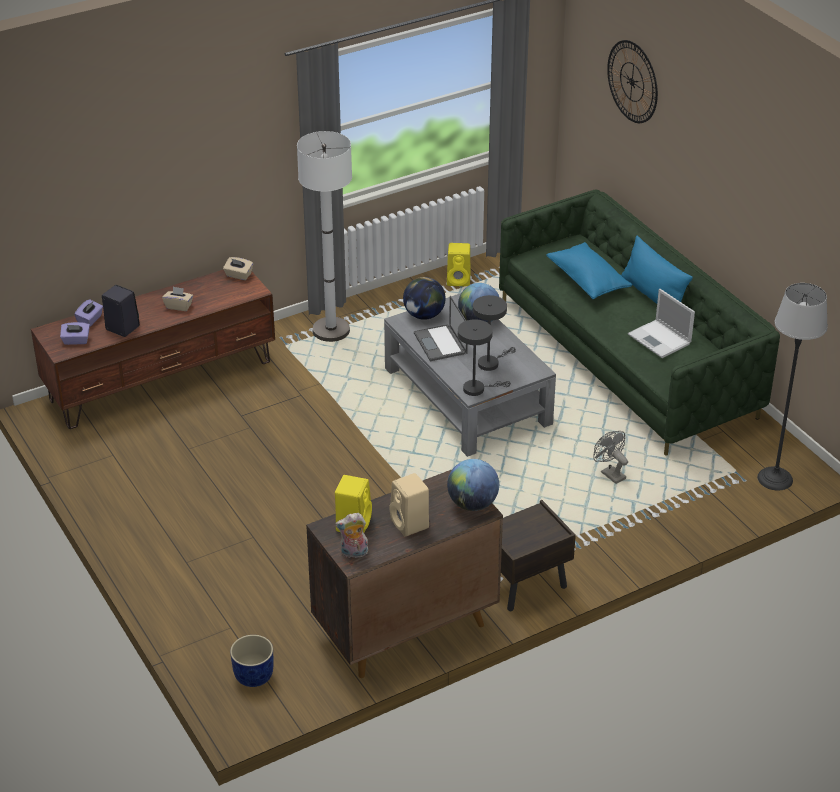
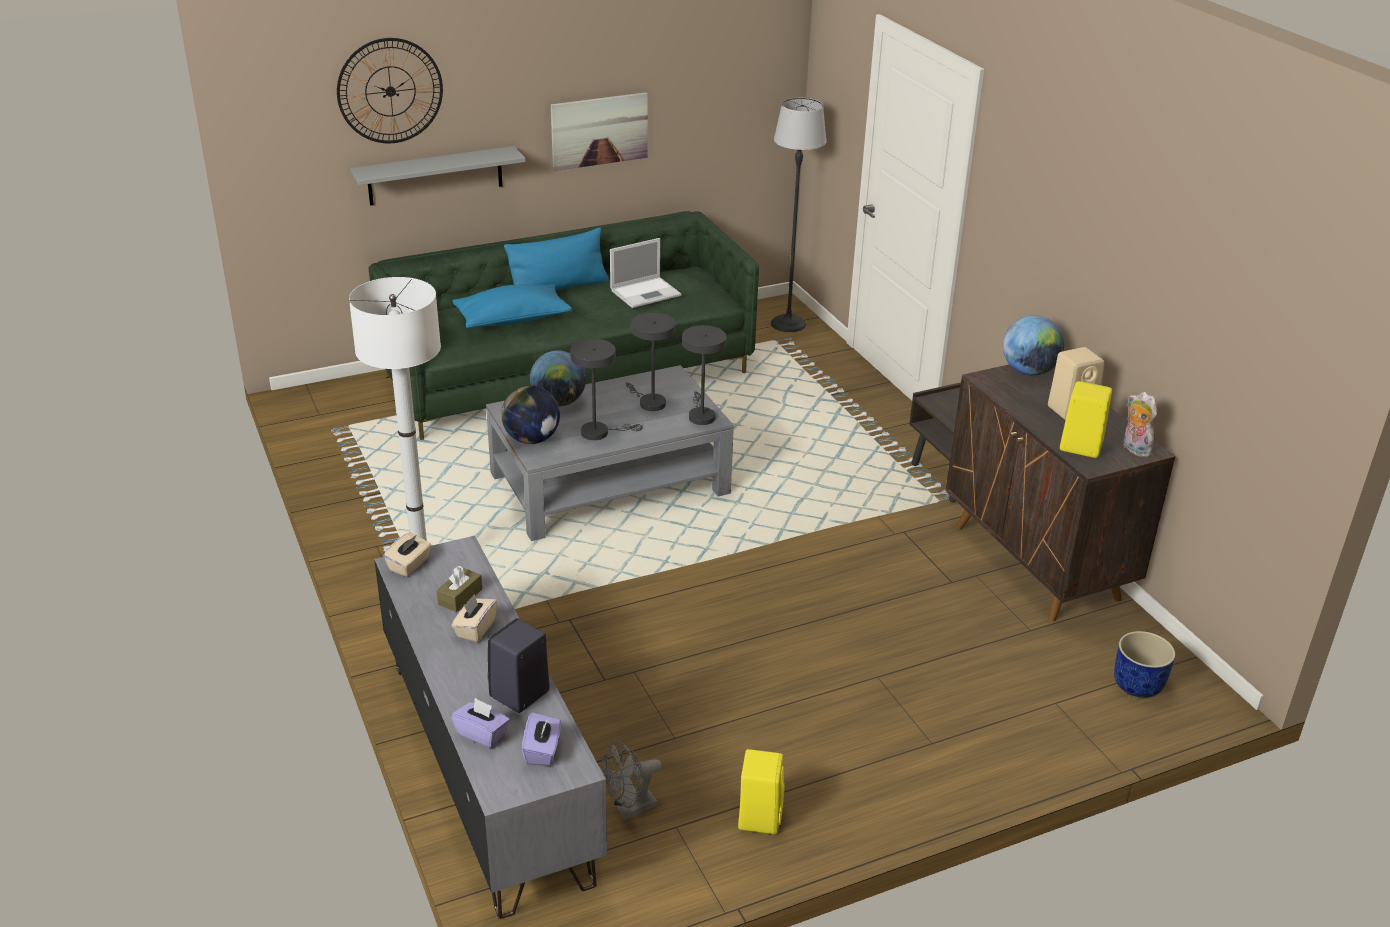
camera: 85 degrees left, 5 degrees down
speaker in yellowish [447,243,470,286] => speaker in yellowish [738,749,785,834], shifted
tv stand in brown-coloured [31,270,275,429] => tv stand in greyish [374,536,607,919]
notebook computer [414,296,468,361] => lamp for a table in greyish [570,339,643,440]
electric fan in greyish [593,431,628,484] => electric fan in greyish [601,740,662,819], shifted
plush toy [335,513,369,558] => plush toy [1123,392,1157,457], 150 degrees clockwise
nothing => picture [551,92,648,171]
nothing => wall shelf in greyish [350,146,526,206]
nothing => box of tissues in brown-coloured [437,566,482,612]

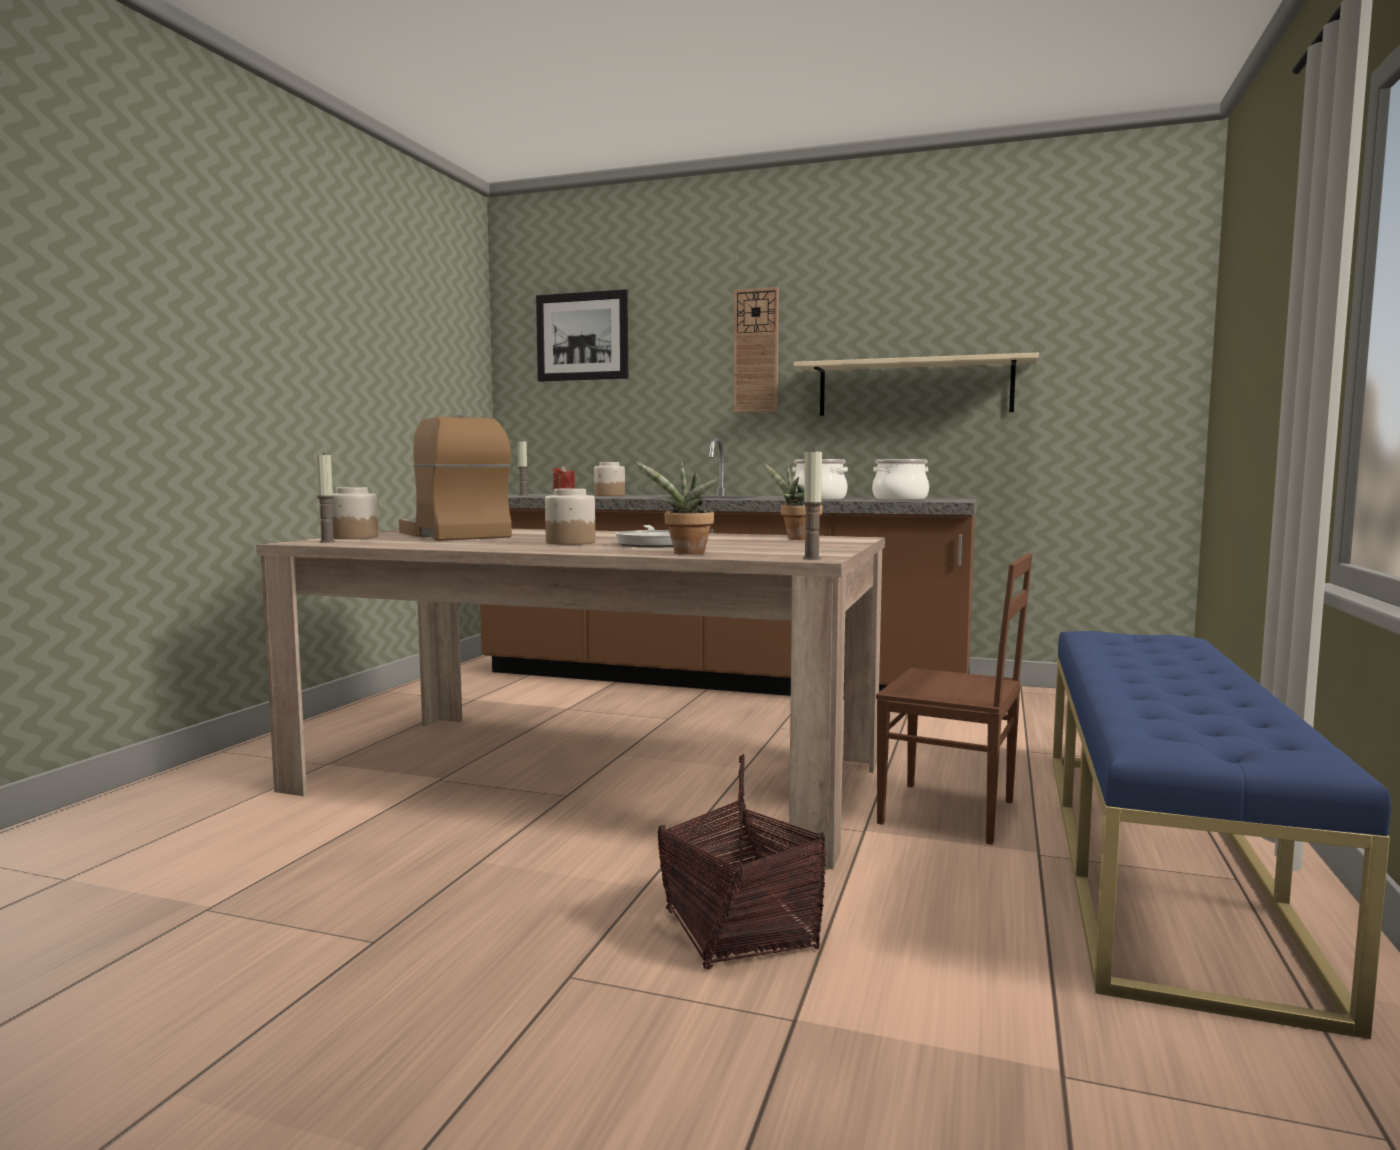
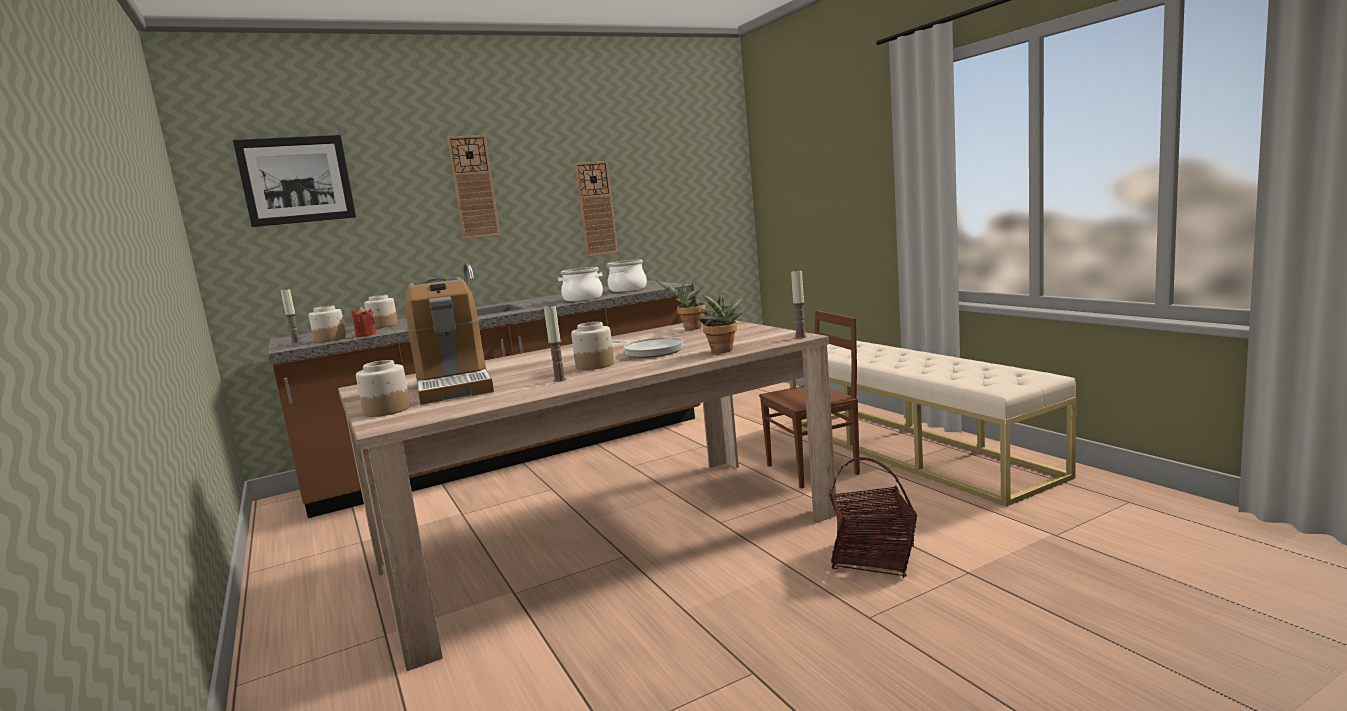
camera: 45 degrees left, 5 degrees up
wall shelf in beige [794,353,1039,416] => hanging clock [575,161,618,257]
coffee machine [399,415,512,541] => coffee machine [405,277,494,405], 120 degrees counterclockwise
wax light [316,452,336,543] => wax light [544,305,566,382], shifted
bench in blue [1052,631,1392,1039] => bench in beige [790,341,1076,507]
nothing => storage jar [309,306,346,343]

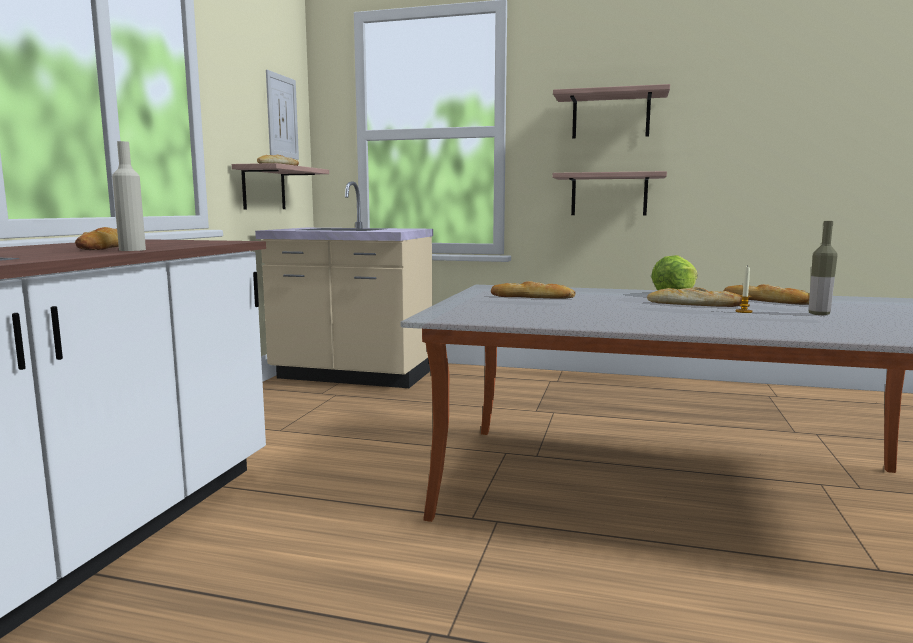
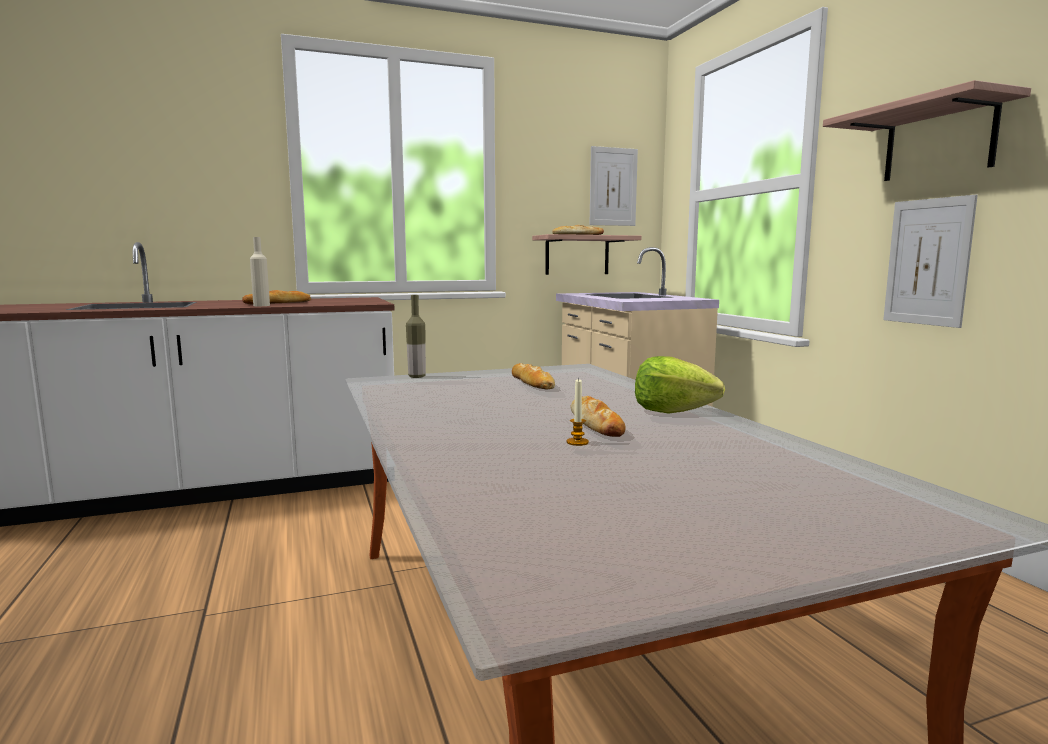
camera: 55 degrees right, 0 degrees up
wall shelf [552,171,667,215] => picture [883,195,978,328]
drink bottle [808,221,838,315] => drink bottle [406,295,426,378], shifted
bread [724,284,810,305] => nothing

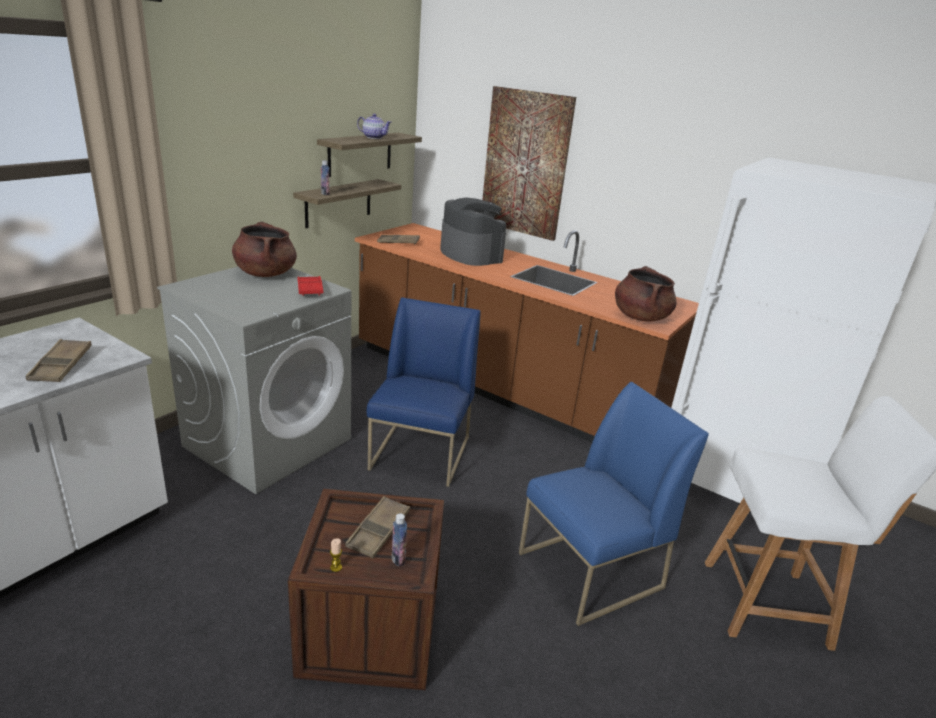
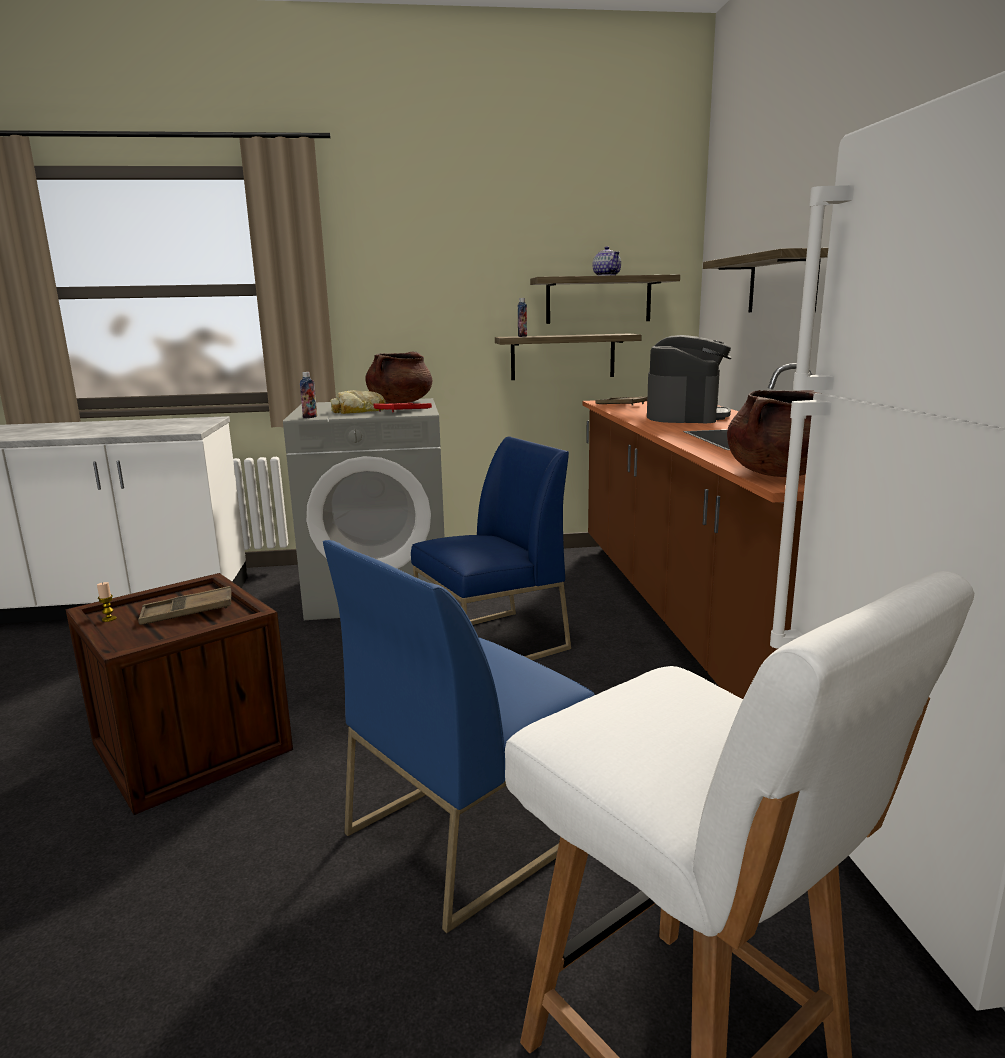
camera: 50 degrees right, 10 degrees down
picture [482,86,576,241] => wall shelf [703,248,828,312]
tray in brown-coloured [26,339,92,382] => nothing
plain chair in blue [519,382,709,626] => plain chair in blue [323,540,595,933], 120 degrees clockwise
drink bottle [392,513,407,567] => drink bottle [300,372,317,418], shifted
nothing => bread [330,390,386,414]

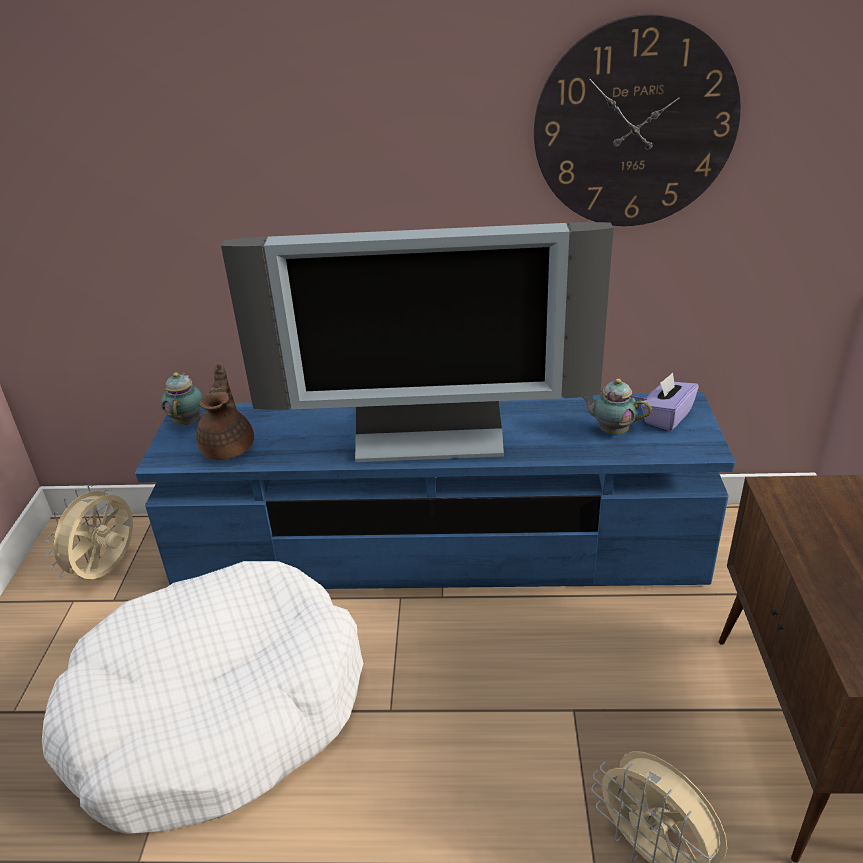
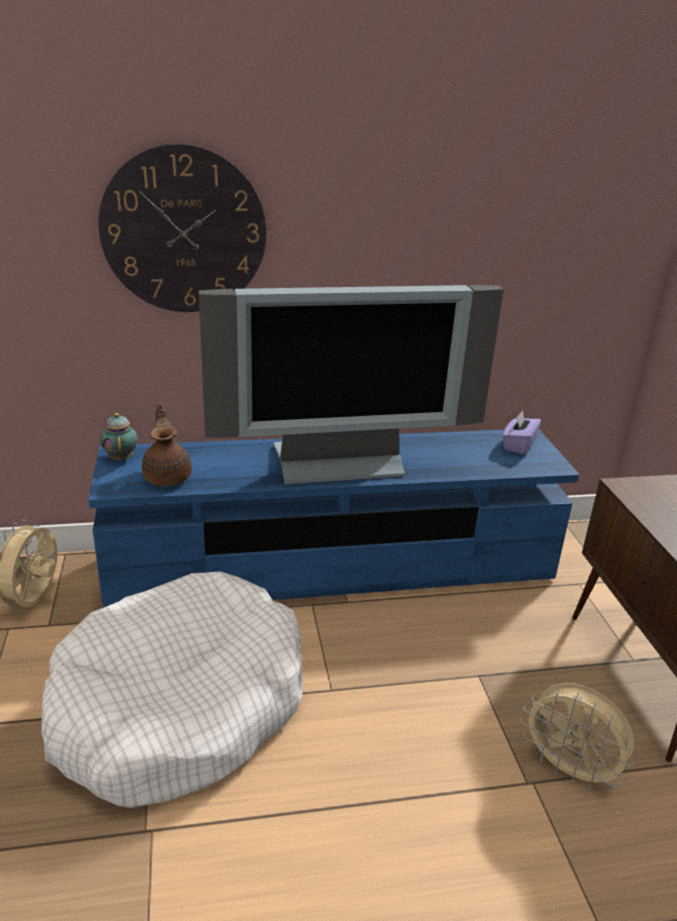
camera: 15 degrees left, 5 degrees down
hanging clock [534,14,741,226] => hanging clock [98,144,266,312], shifted
tea pot [583,379,652,434] => nothing

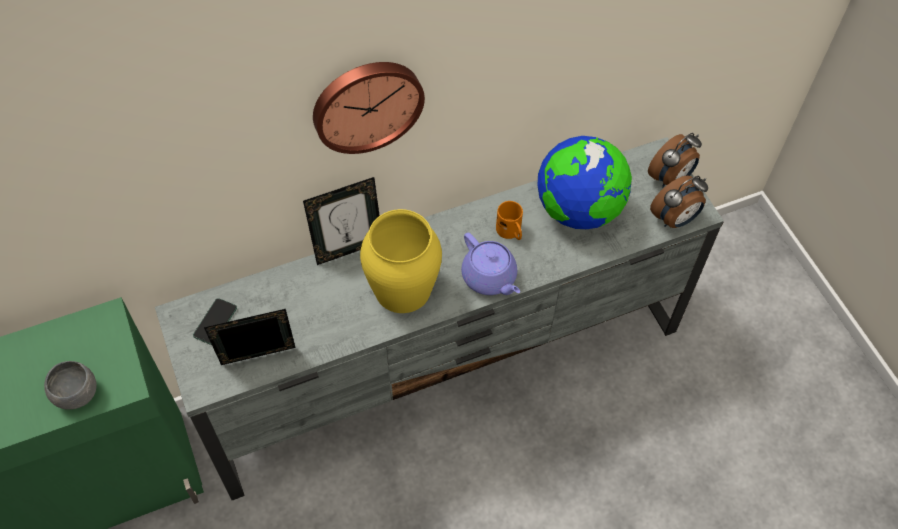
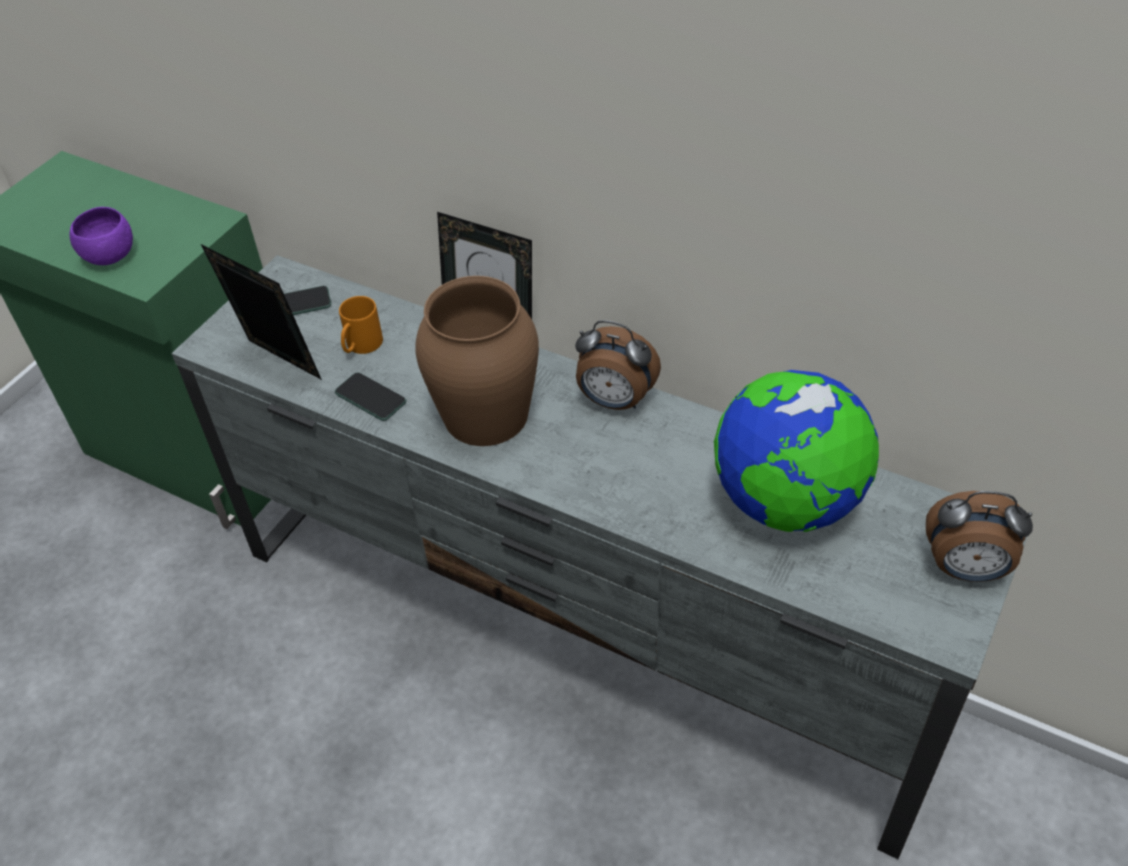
camera: 55 degrees right, 10 degrees down
hanging clock [313,62,425,154] => nothing
table clock [650,176,708,228] => table clock [575,320,661,410], shifted
mug in orange-coloured [496,201,523,240] => mug in orange-coloured [339,296,383,354], shifted
decorative vase in yellowish [360,209,442,313] => decorative vase in brown-coloured [415,276,539,446]
tea pot in purplish [461,233,520,295] => nothing
deep dish in greyish [44,361,97,410] => deep dish in purplish [70,207,133,265]
nothing => phone [335,372,406,421]

